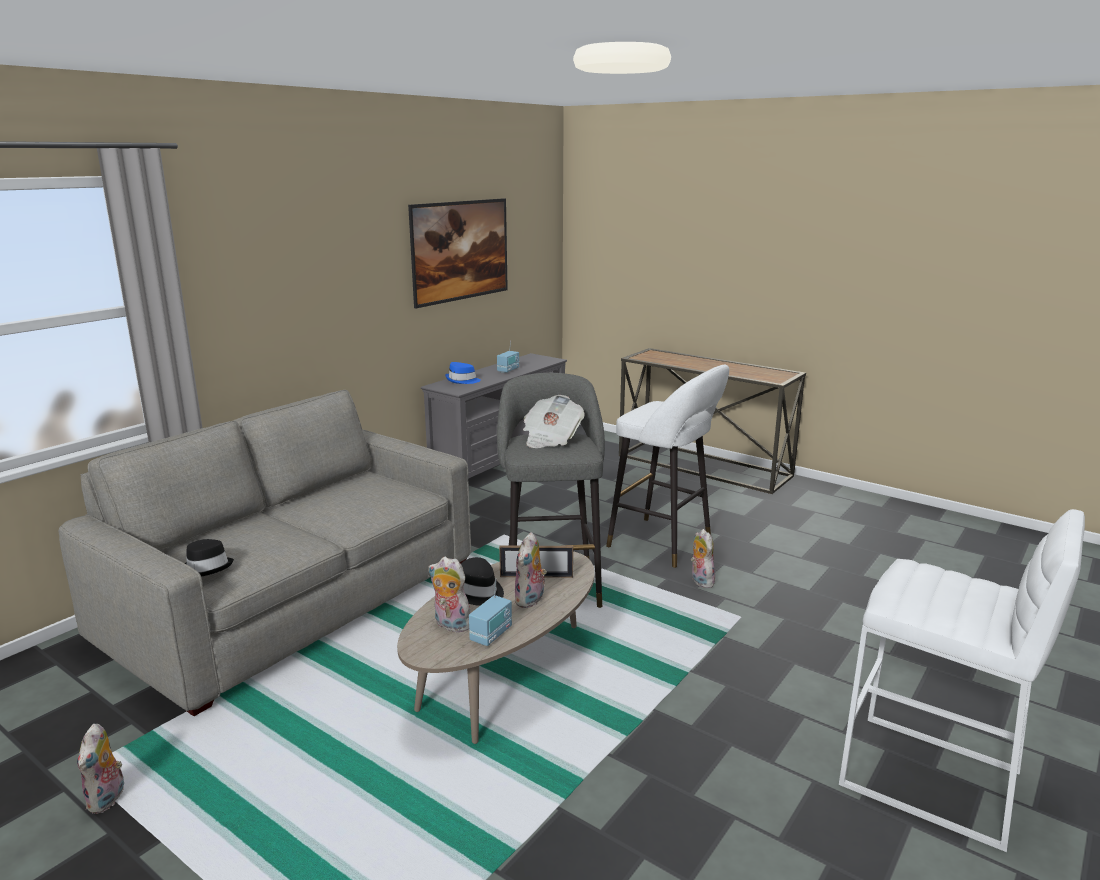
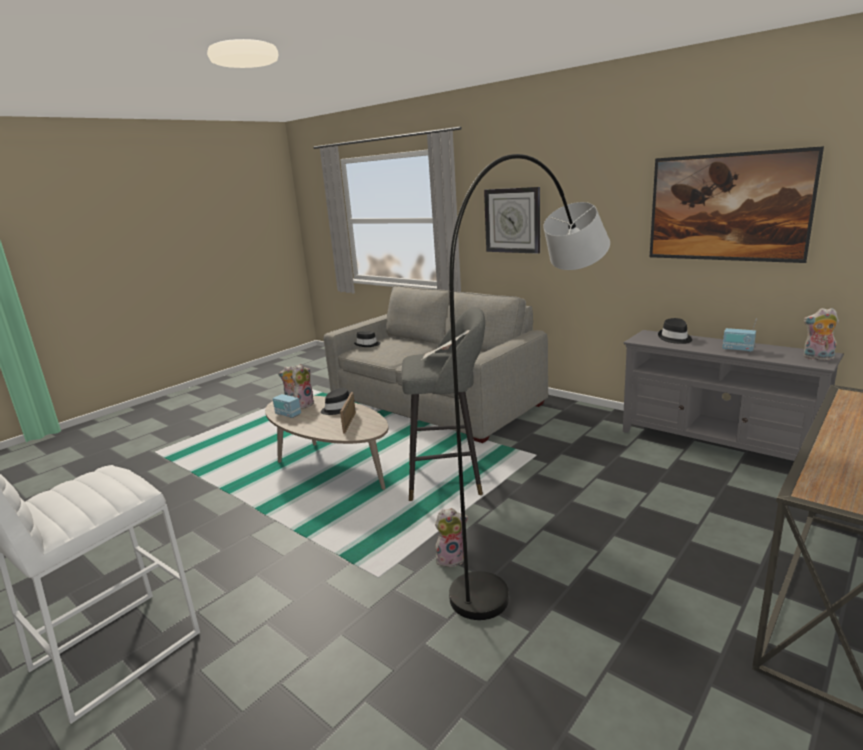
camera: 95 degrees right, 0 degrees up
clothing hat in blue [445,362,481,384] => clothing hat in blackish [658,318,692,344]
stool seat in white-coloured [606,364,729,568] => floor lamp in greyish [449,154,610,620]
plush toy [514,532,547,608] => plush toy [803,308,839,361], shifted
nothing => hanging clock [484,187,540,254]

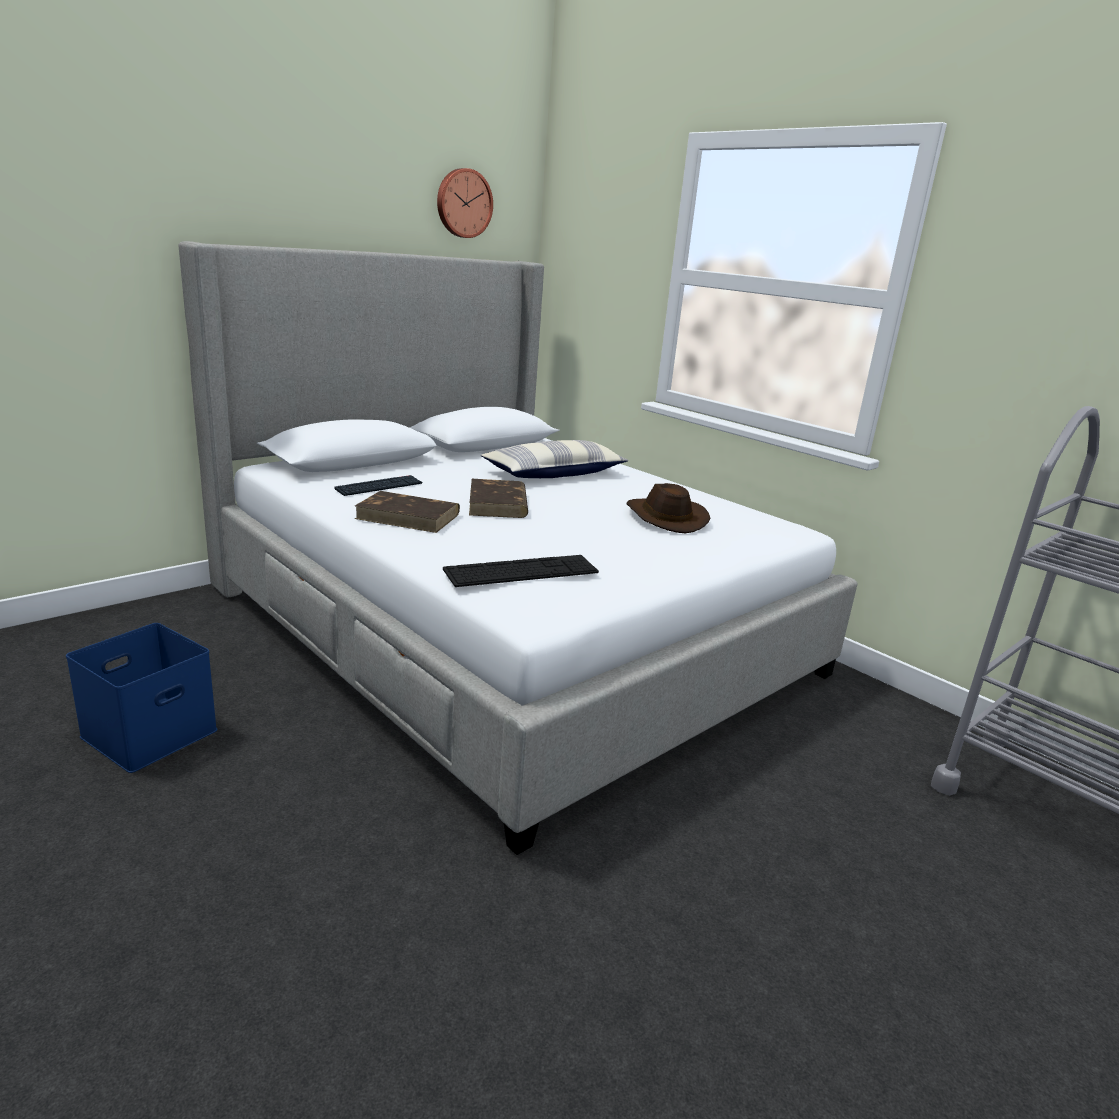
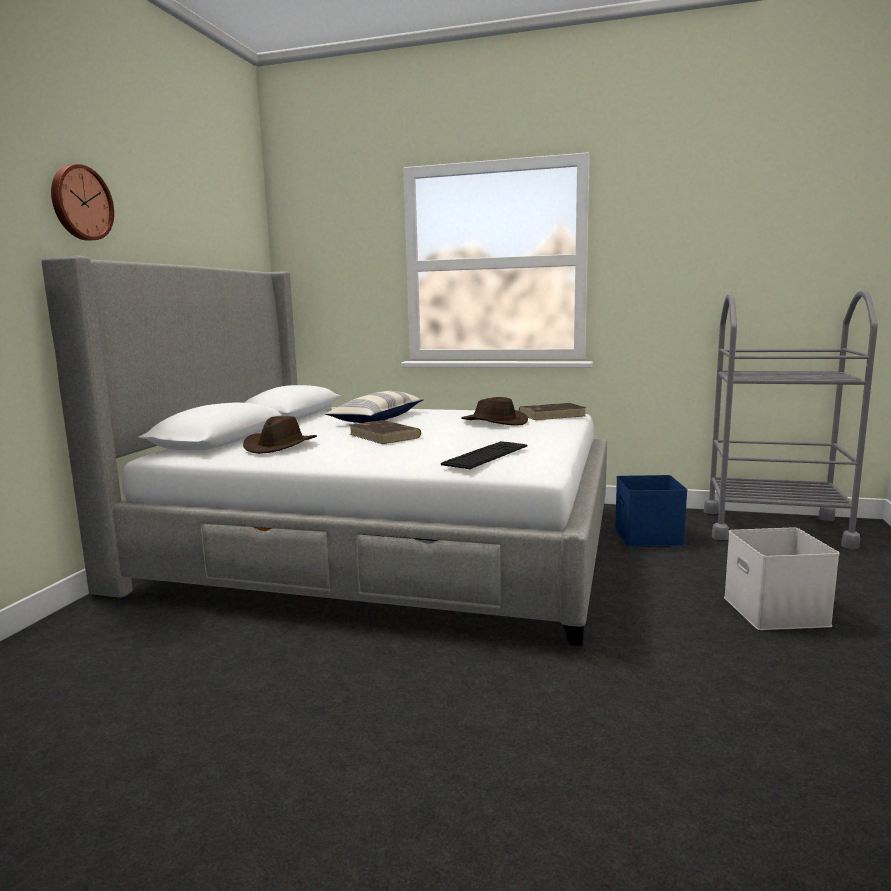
camera: 30 degrees left, 10 degrees down
hanging clock [437,168,493,238] => hanging clock [51,164,114,241], shifted
PC keyboard [334,475,423,496] => clothing hat in brown-coloured [243,416,317,454]
book in brown-coloured [355,491,460,533] => book in brown-coloured [519,403,587,420], shifted
storage container in blue [66,623,217,773] => storage container in blue [615,475,687,547], shifted
nothing => storage container in white-coloured [724,527,840,630]

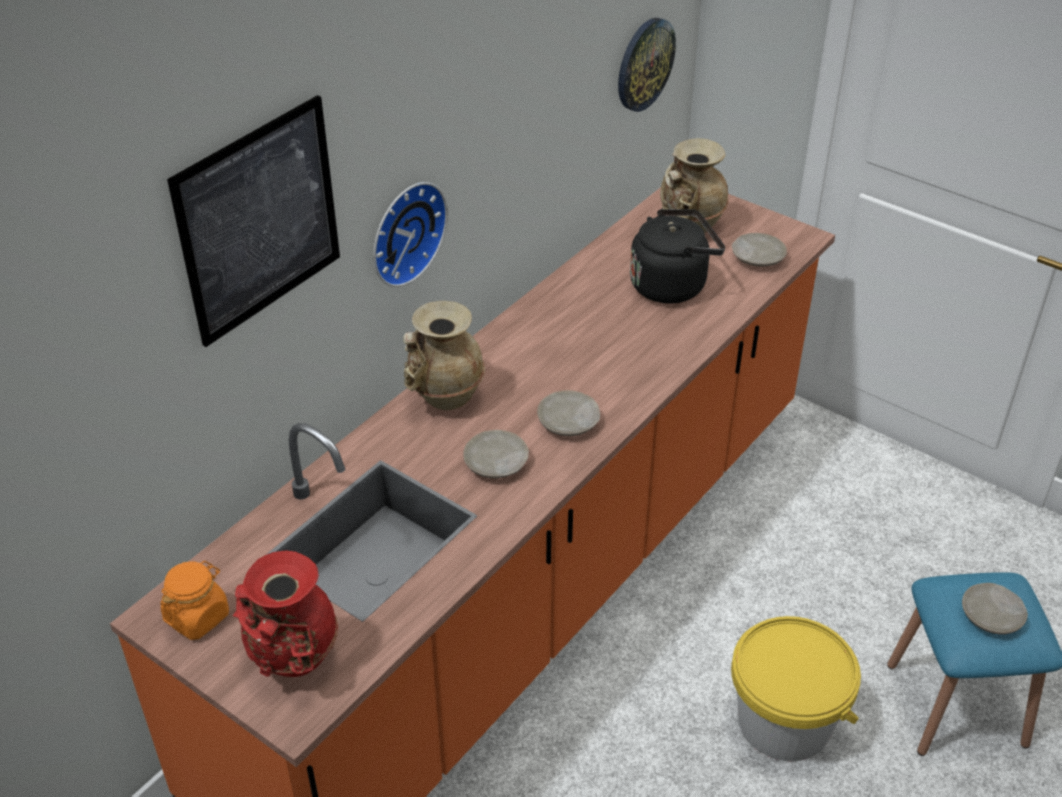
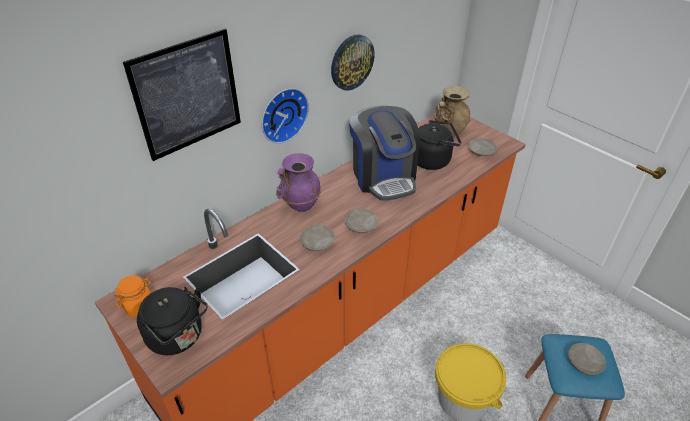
camera: 10 degrees right, 0 degrees up
hanging clock [618,18,676,112] => hanging clock [331,34,375,91], shifted
decorative vase in beige [403,301,485,410] => decorative vase in purplish [276,153,321,212]
decorative vase in red-coloured [233,550,338,677] => tea kettle in blackish [137,287,207,355]
nothing => coffee machine [349,106,420,201]

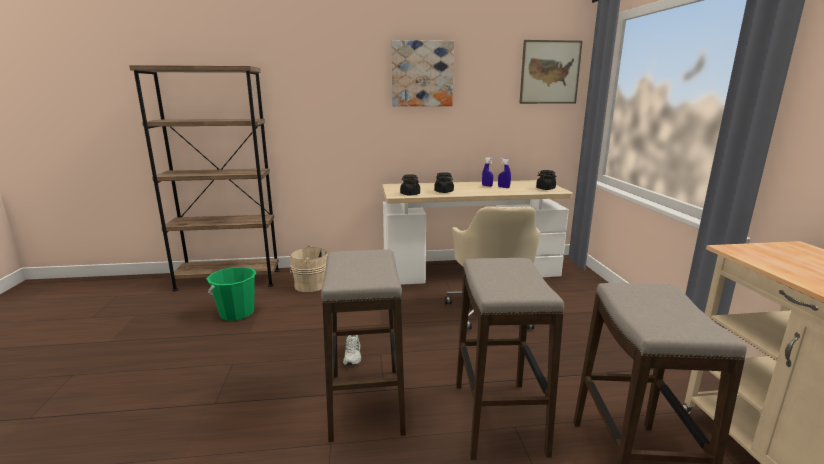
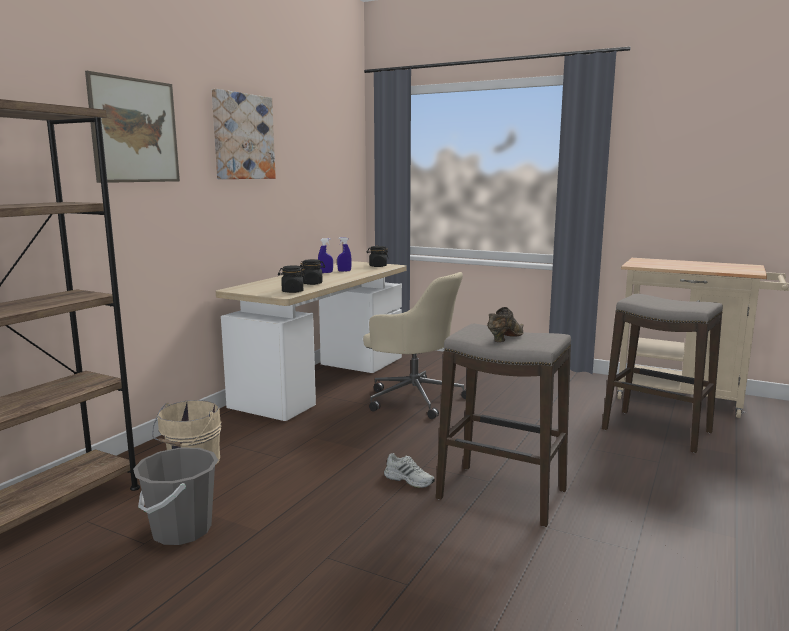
camera: 55 degrees left, 5 degrees down
picture [519,40,583,104] => picture [85,71,180,183], shifted
stool seat [456,258,564,460] => nothing
bucket in green-coloured [207,267,256,321] => bucket in greyish [133,448,218,545]
nothing => low shoe in brown-coloured [487,307,524,342]

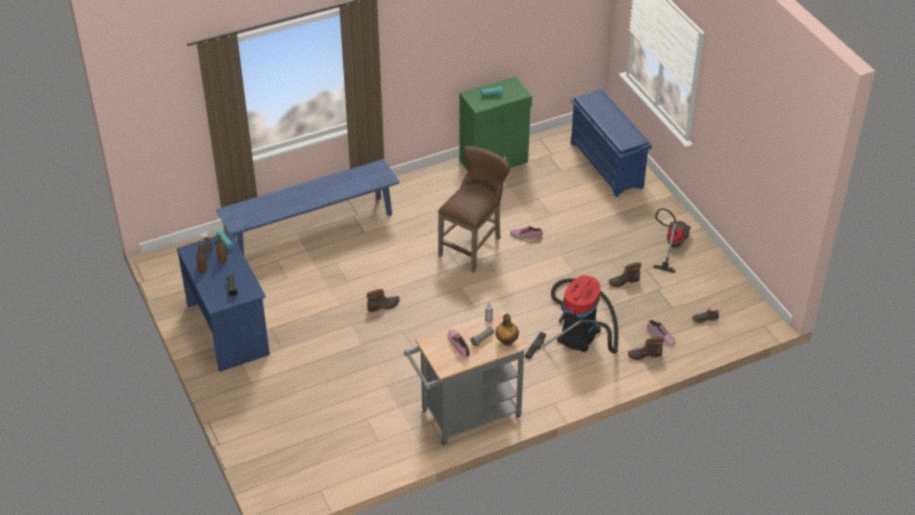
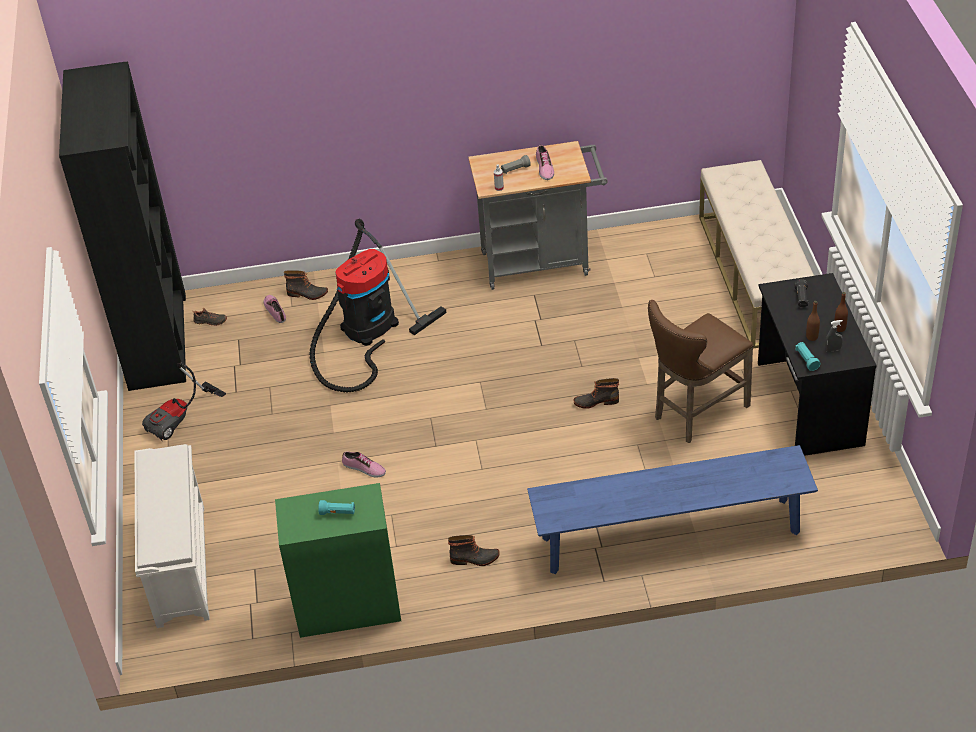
camera: 160 degrees left, 0 degrees up
shoe shelf in blue [571,89,652,197] => shoe shelf in white-coloured [135,444,210,628]
stool seat in brown-coloured [438,146,510,273] => stool seat in brown-coloured [648,300,753,443], shifted
desk in blue [177,232,270,372] => desk in blackish [758,273,877,456]
high-top boot [609,263,641,287] => high-top boot [448,535,500,566], shifted
drink bottle [495,314,519,346] => nothing
nothing => bookshelf in blackish [59,61,186,391]
nothing => bench in beige [699,160,814,349]

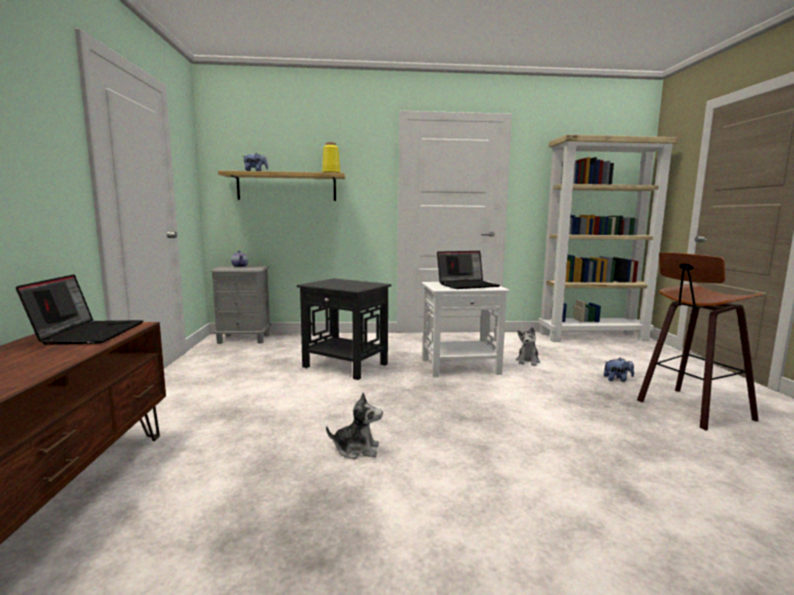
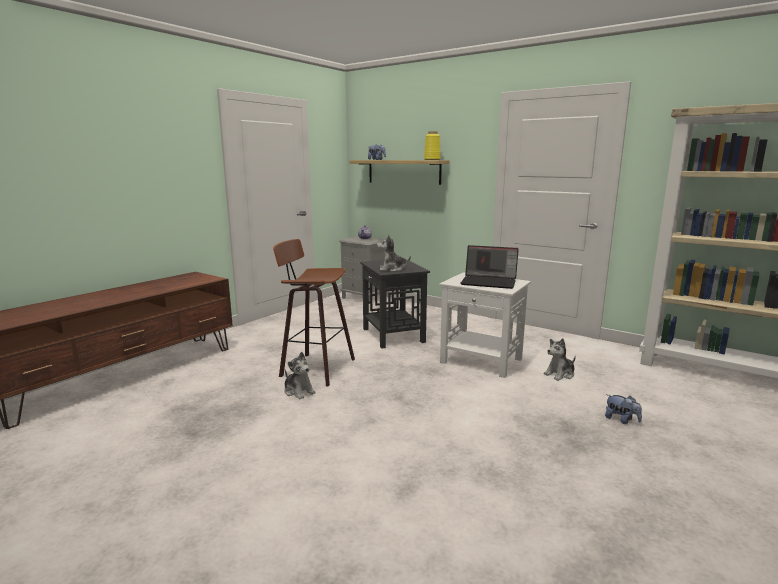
camera: 40 degrees right, 5 degrees up
stool seat [637,252,763,430] => stool seat [273,239,355,387], shifted
notebook computer [16,274,144,344] => nothing
nothing => plush toy [377,235,411,272]

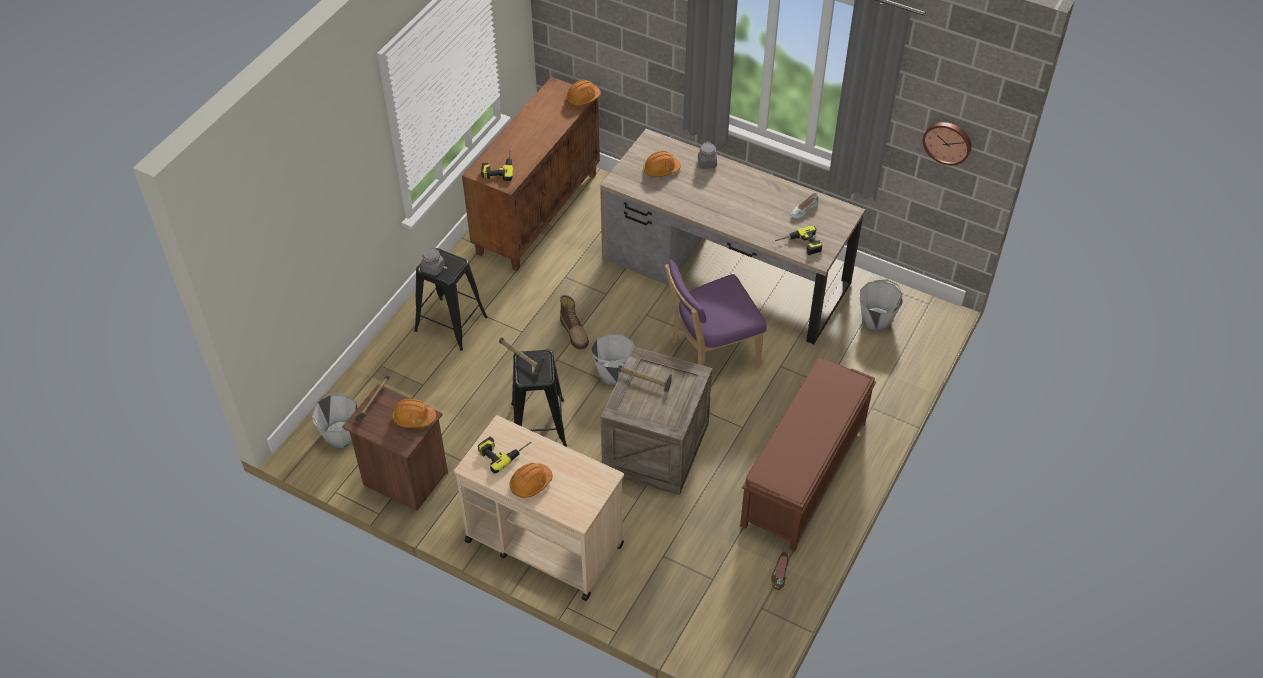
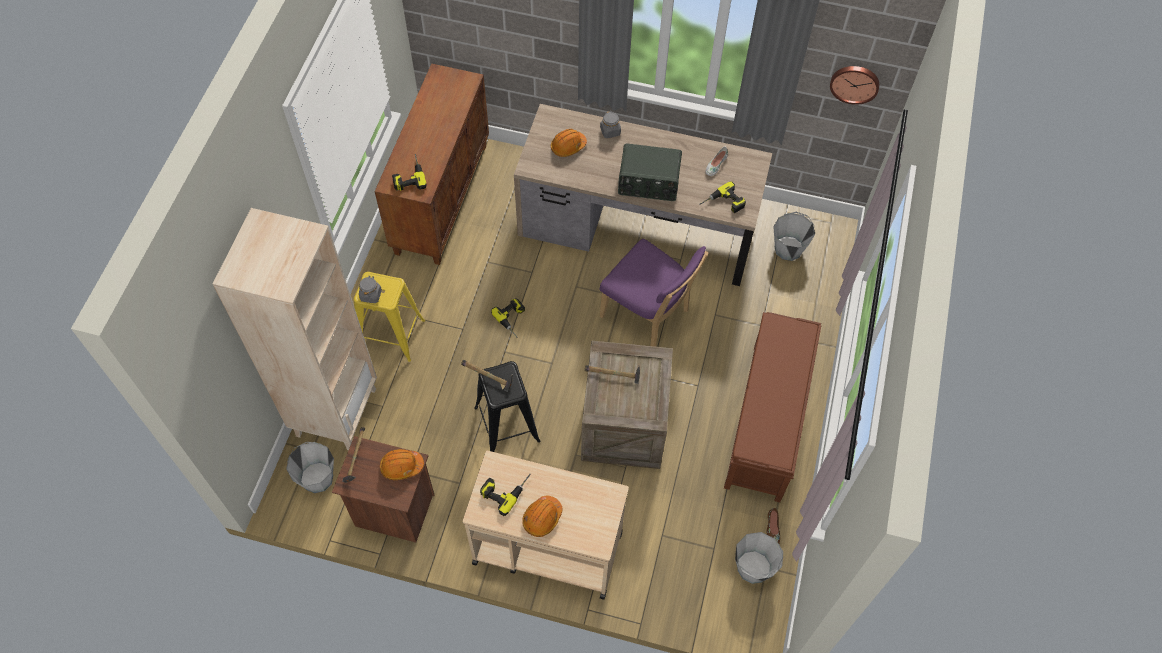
camera: 15 degrees left, 10 degrees up
work helmet in orange-coloured [566,80,601,106] => nothing
stool seat in blackish [414,248,488,351] => stool seat in yellowish [354,272,425,362]
plain chair in purplish [665,260,767,367] => plain chair in purplish [599,239,709,347], 105 degrees counterclockwise
high-top boot [560,295,589,350] => drill [491,298,525,338]
bucket in greyish [591,333,635,385] => bucket in greyish [735,532,783,584], shifted
nothing => radio set [618,144,682,201]
nothing => bookshelf in beige [213,208,377,450]

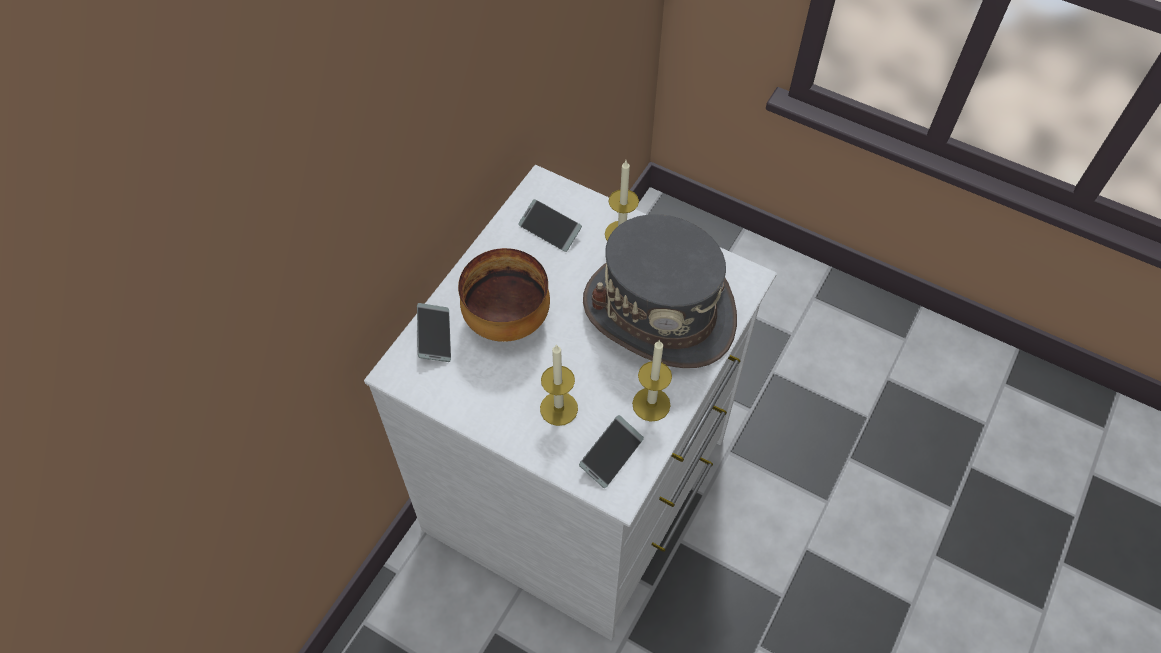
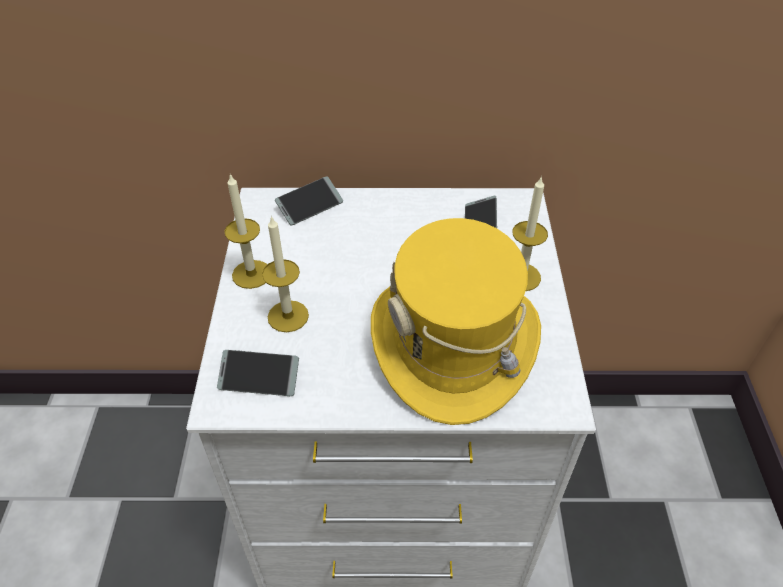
camera: 60 degrees right, 10 degrees down
clothing hat in greyish [583,214,737,368] => clothing hat in yellowish [371,218,541,425]
deep dish [458,248,550,342] => nothing
wax light [632,340,672,422] => wax light [225,174,267,289], shifted

